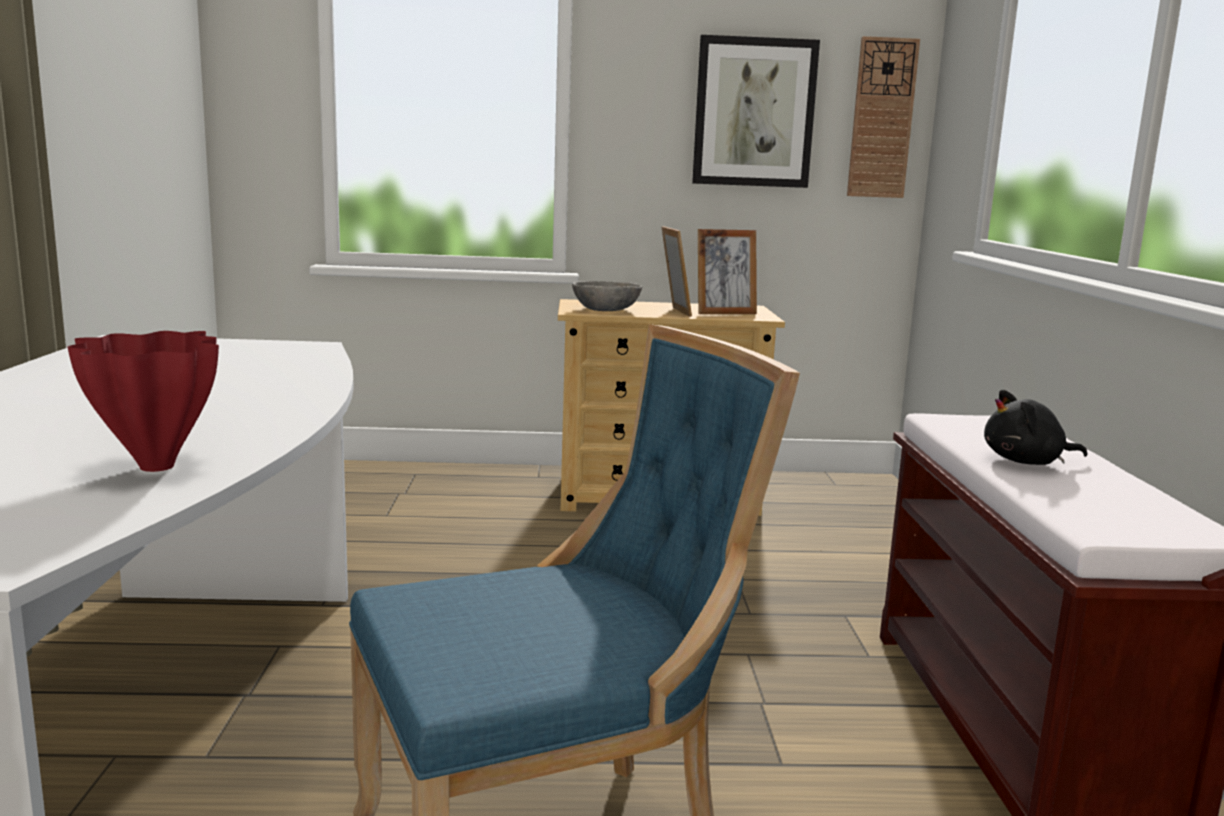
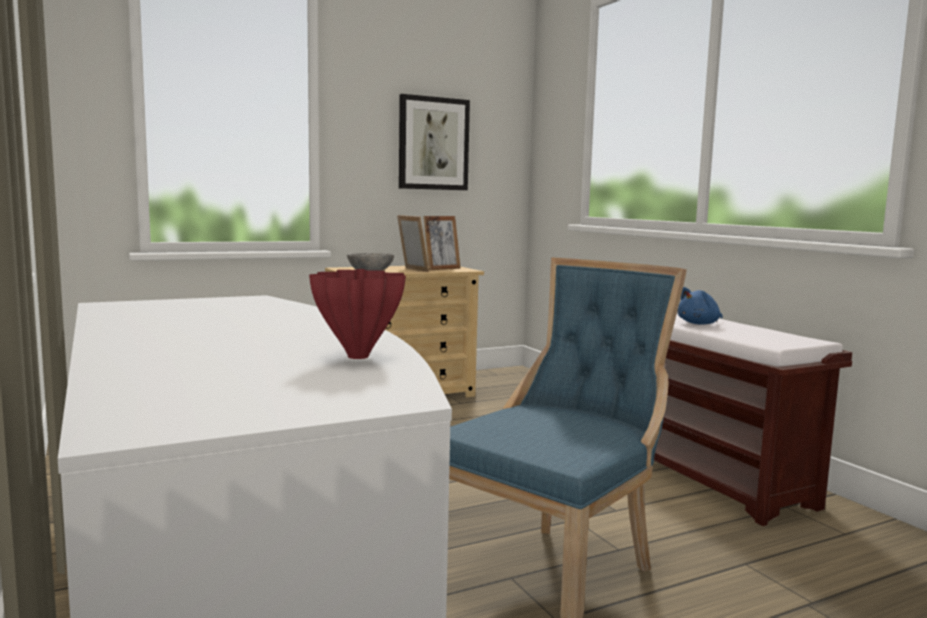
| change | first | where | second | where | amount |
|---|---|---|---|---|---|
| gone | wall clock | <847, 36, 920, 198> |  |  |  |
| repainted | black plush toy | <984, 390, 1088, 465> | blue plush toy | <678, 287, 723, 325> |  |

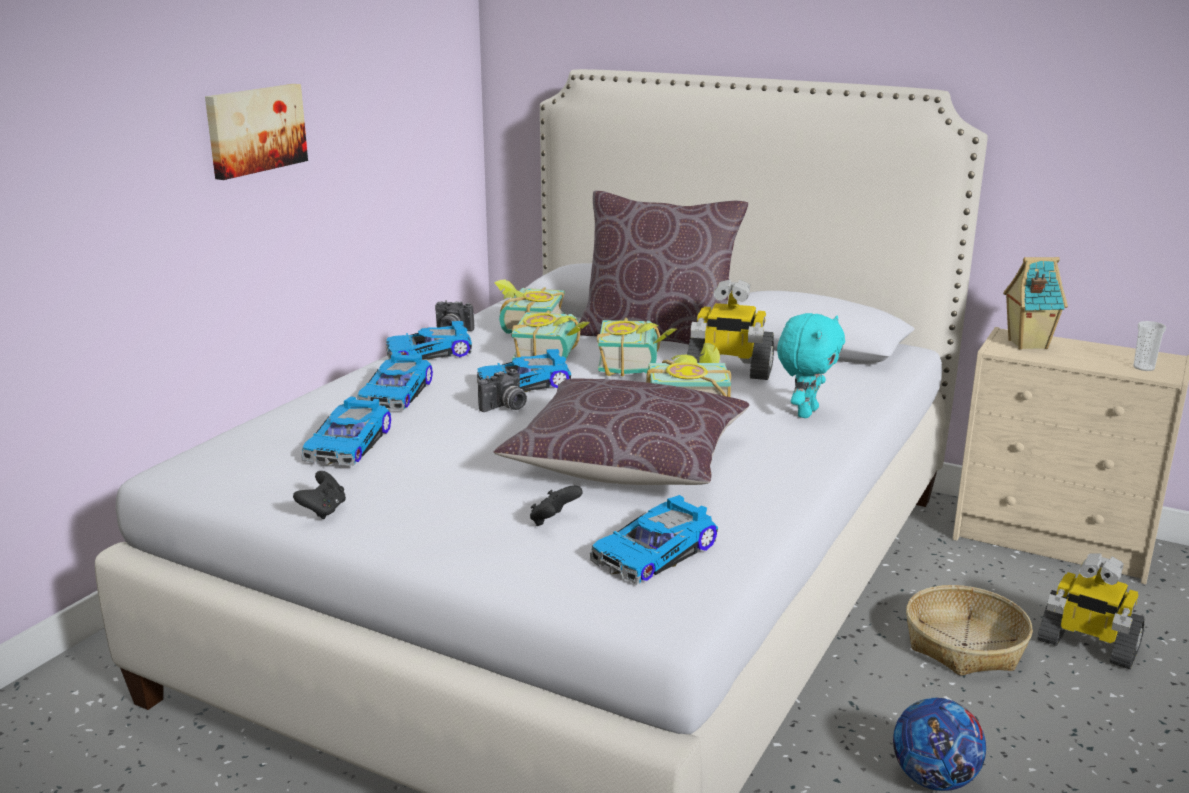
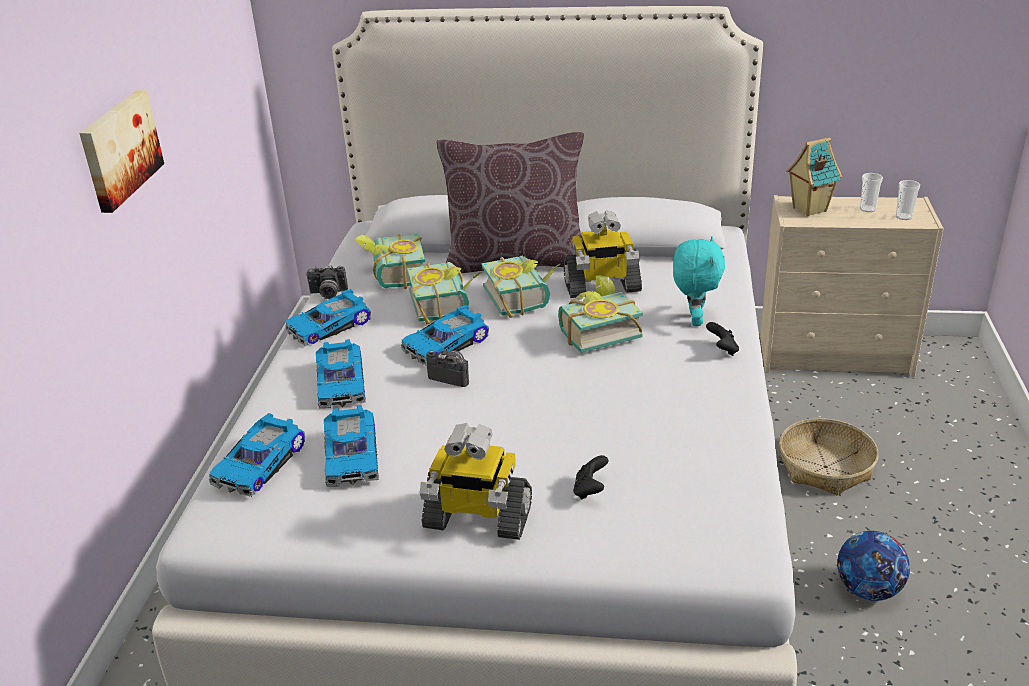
| change | first | where | second | where | amount |
|---|---|---|---|---|---|
| gone | brown pillow | <494, 378, 749, 485> |  |  |  |
| new |  |  | cup | <860, 173, 883, 212> |  |
| shifted | black game controller | <293, 471, 346, 519> |  | <706, 322, 739, 356> |  |
| shifted | toy car | <590, 495, 718, 585> |  | <209, 413, 305, 497> |  |
| shifted | toy robot | <1037, 553, 1145, 669> |  | <420, 423, 532, 540> |  |
| rotated | photo camera | <478, 369, 527, 412> |  | <426, 350, 469, 387> | 90 degrees counterclockwise |

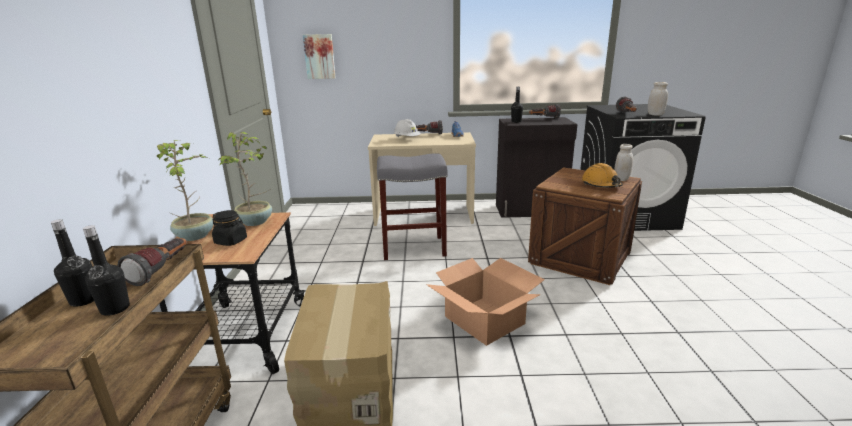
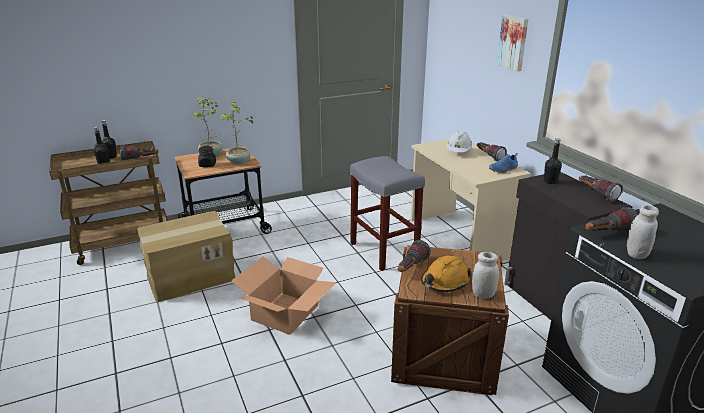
| change | first | where | second | where | amount |
|---|---|---|---|---|---|
| new |  |  | flashlight | <398, 240, 431, 272> |  |
| shifted | picture | <303, 34, 336, 79> |  | <497, 15, 528, 71> |  |

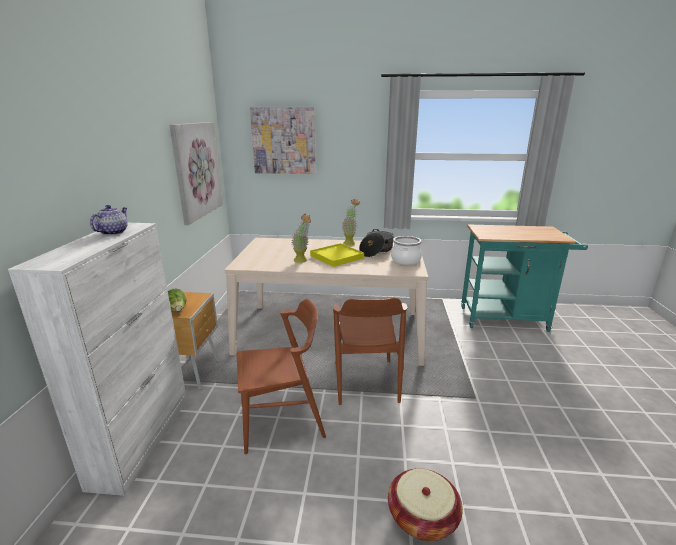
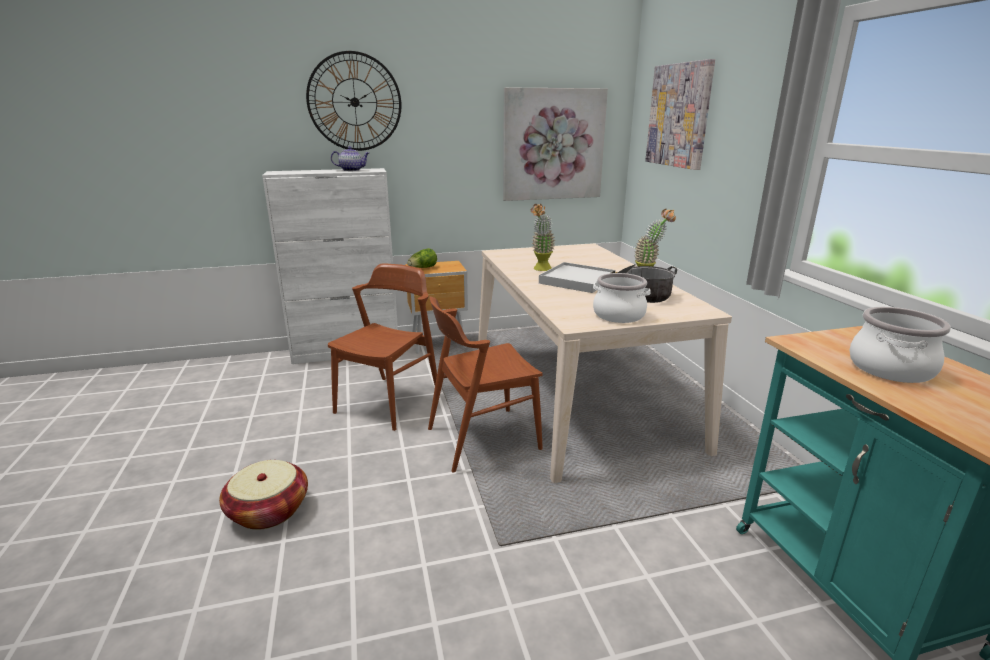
| change | first | where | second | where | amount |
|---|---|---|---|---|---|
| new |  |  | wall clock | <306, 51, 401, 151> |  |
| new |  |  | cooking pot | <850, 307, 951, 383> |  |
| repainted | yellow tray | <310, 243, 364, 267> | white tray | <539, 262, 614, 293> |  |
| rotated | brown chair | <236, 298, 326, 454> |  | <328, 263, 437, 431> | 120 degrees counterclockwise |

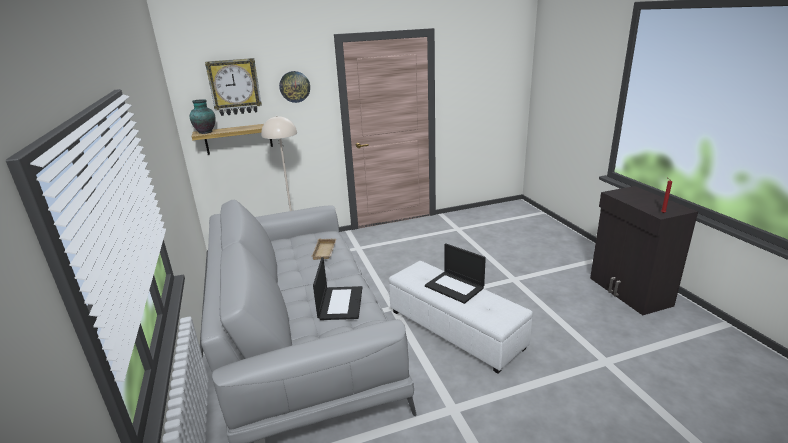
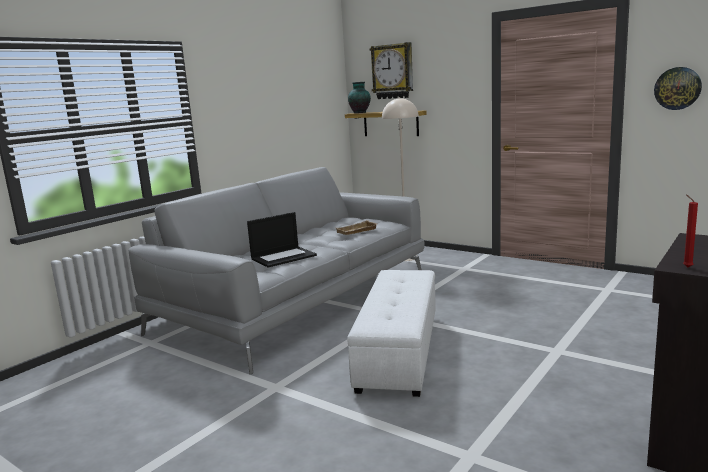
| change | first | where | second | where | amount |
|---|---|---|---|---|---|
| gone | laptop | <425, 243, 486, 304> |  |  |  |
| shifted | wall clock | <279, 71, 310, 103> |  | <654, 67, 702, 110> |  |

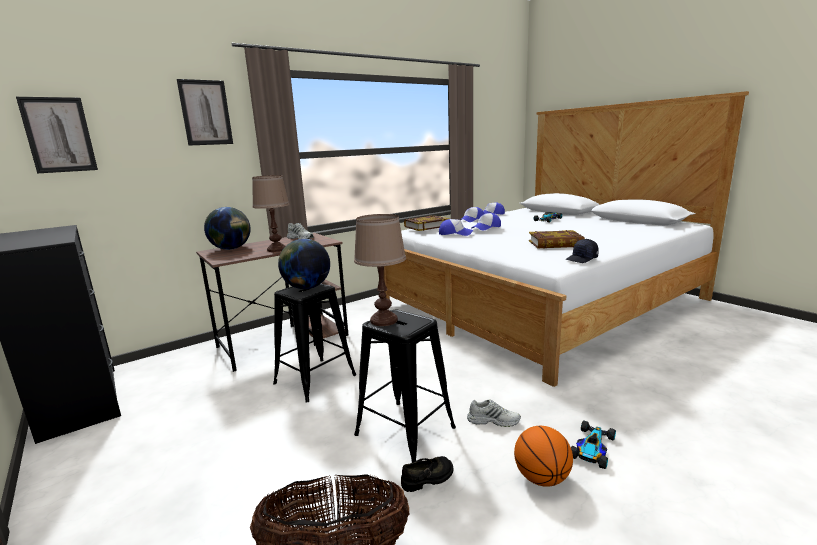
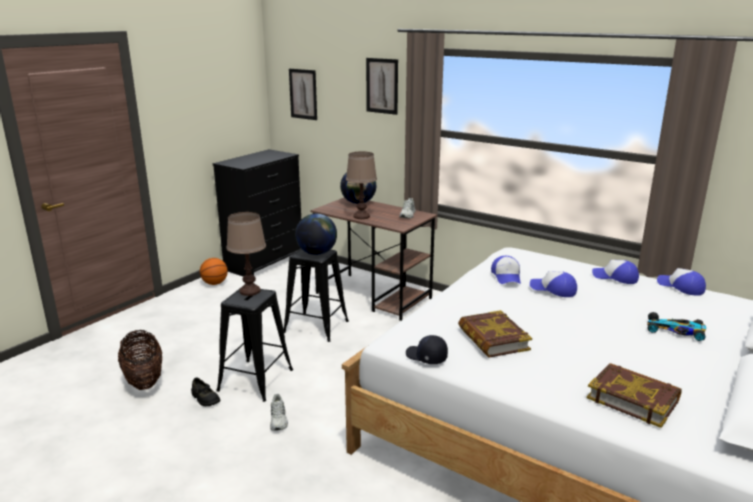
| change | first | where | second | where | amount |
|---|---|---|---|---|---|
| gone | toy car | <571, 420, 616, 469> |  |  |  |
| shifted | book | <404, 215, 449, 231> |  | <587, 363, 681, 428> |  |
| shifted | basketball | <514, 426, 573, 487> |  | <200, 258, 228, 285> |  |

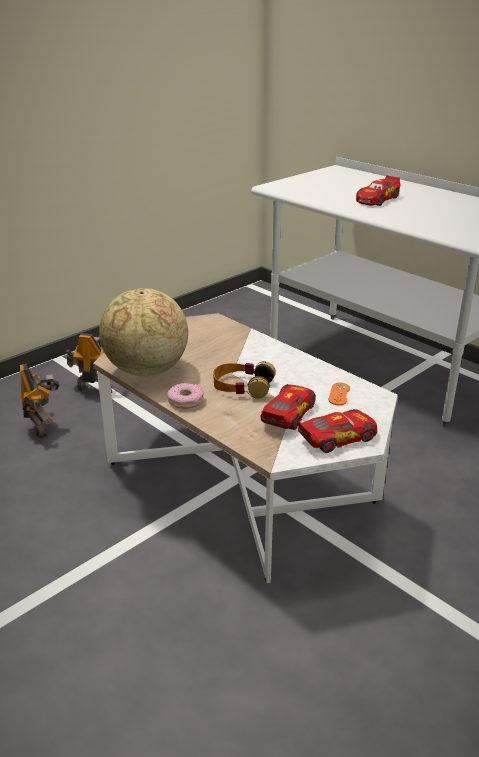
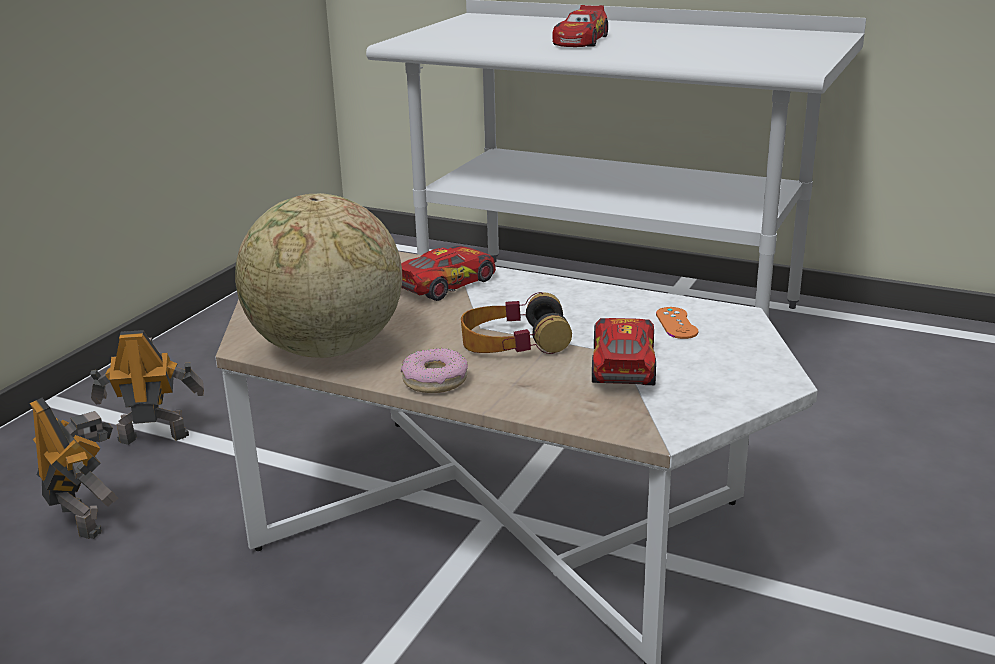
| change | first | where | second | where | amount |
|---|---|---|---|---|---|
| shifted | toy car | <298, 409, 377, 453> |  | <401, 246, 496, 301> |  |

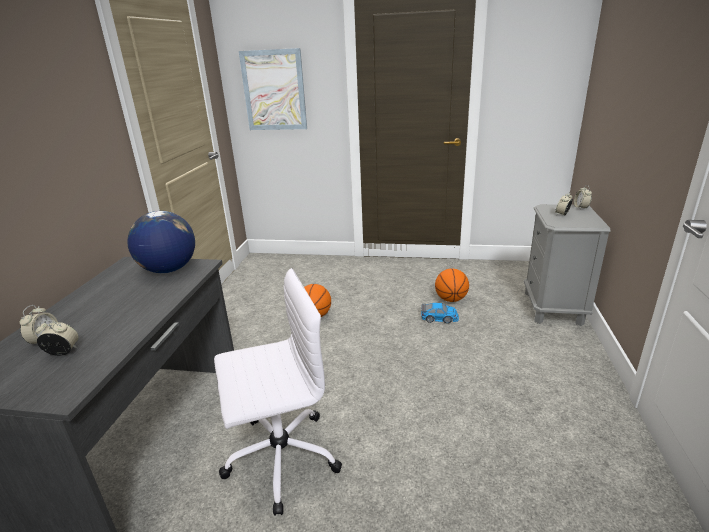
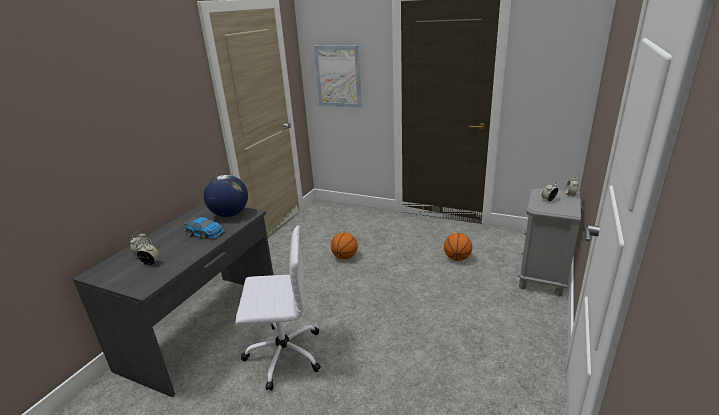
| change | first | where | second | where | amount |
|---|---|---|---|---|---|
| shifted | toy car | <421, 303, 459, 323> |  | <184, 217, 224, 239> |  |

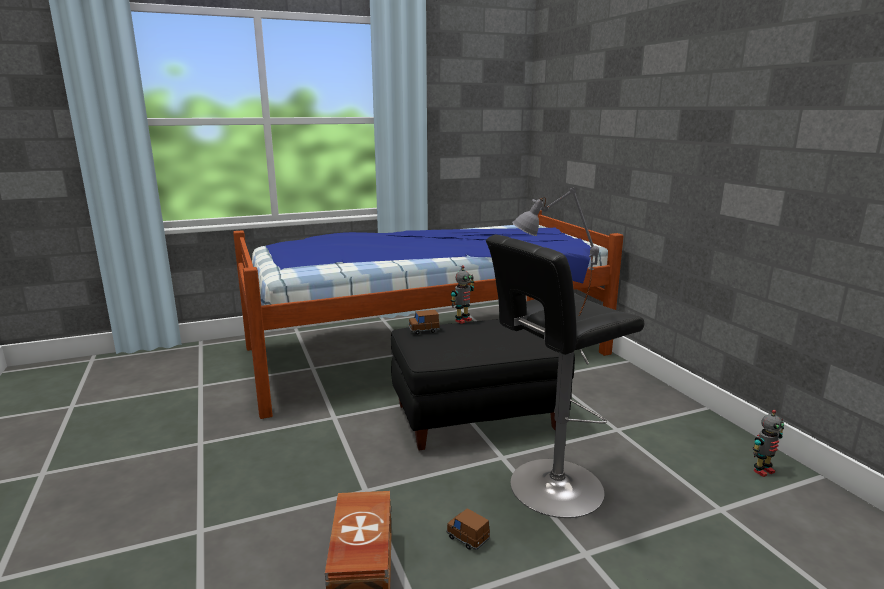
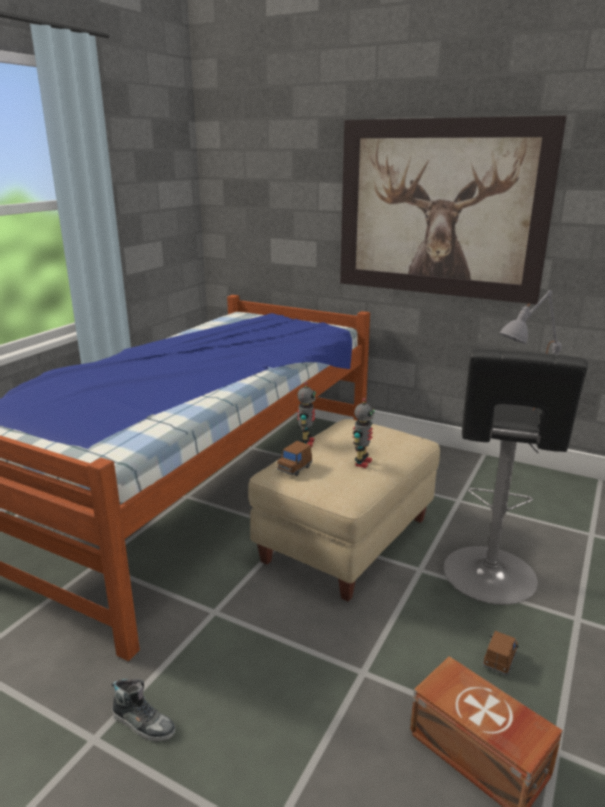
| change | first | where | second | where | amount |
|---|---|---|---|---|---|
| new |  |  | shoe | <112, 679, 175, 742> |  |
| new |  |  | picture | <340, 115, 567, 304> |  |
| shifted | toy robot | <753, 410, 784, 477> |  | <353, 398, 375, 468> |  |
| repainted | black ottoman | <391, 319, 575, 450> | beige ottoman | <248, 419, 440, 602> |  |
| rotated | brown toy car | <446, 508, 490, 550> |  | <483, 631, 519, 675> | 120 degrees clockwise |

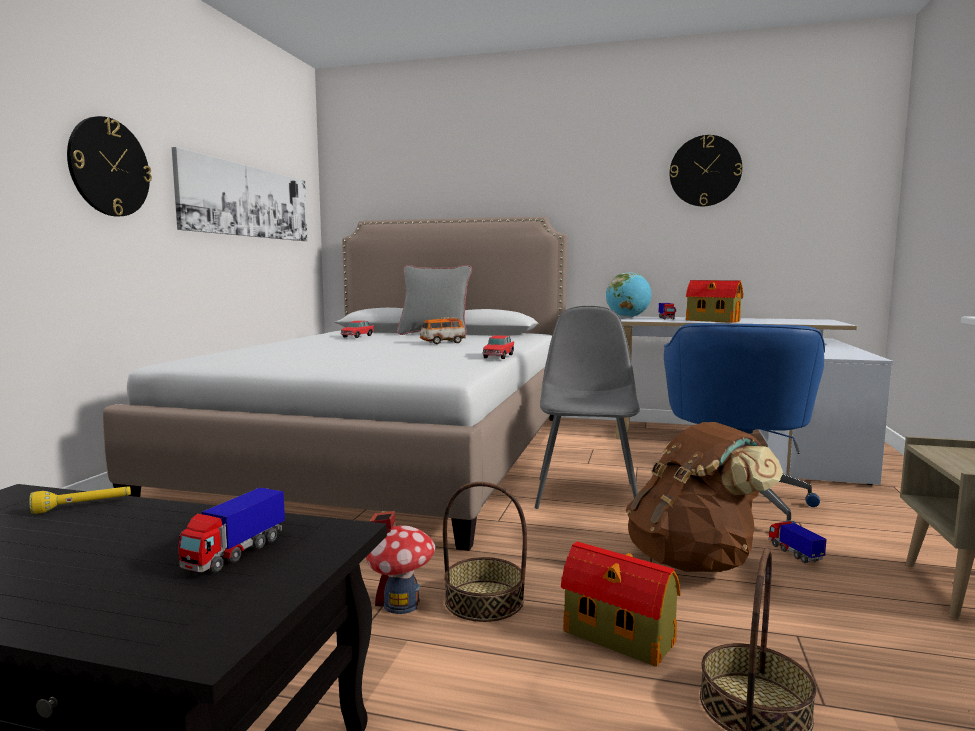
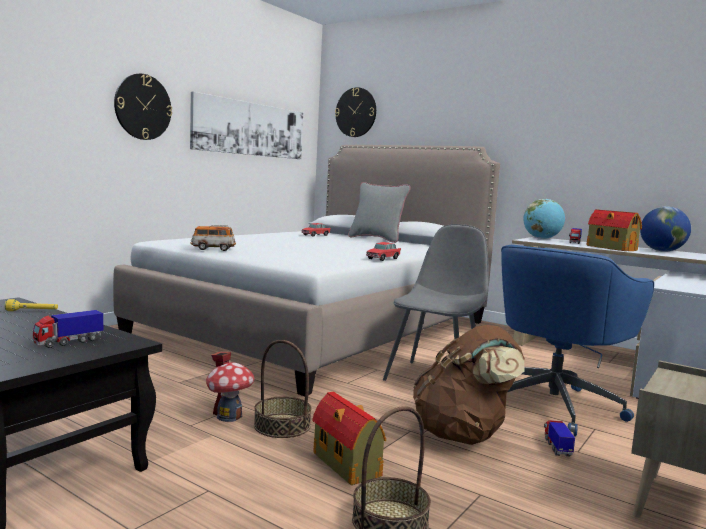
| change | first | where | second | where | amount |
|---|---|---|---|---|---|
| new |  |  | globe | <640, 206, 691, 252> |  |
| shifted | toy car | <419, 317, 466, 344> |  | <191, 225, 236, 251> |  |
| shifted | wall clock | <670, 135, 742, 206> |  | <335, 87, 376, 137> |  |

